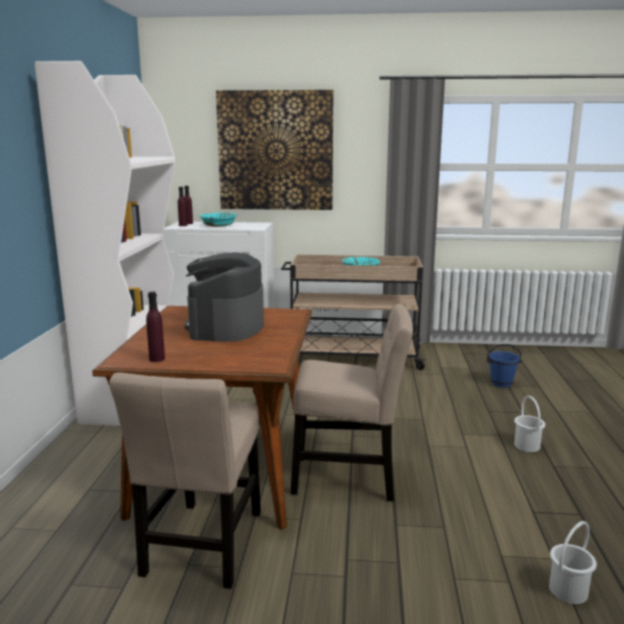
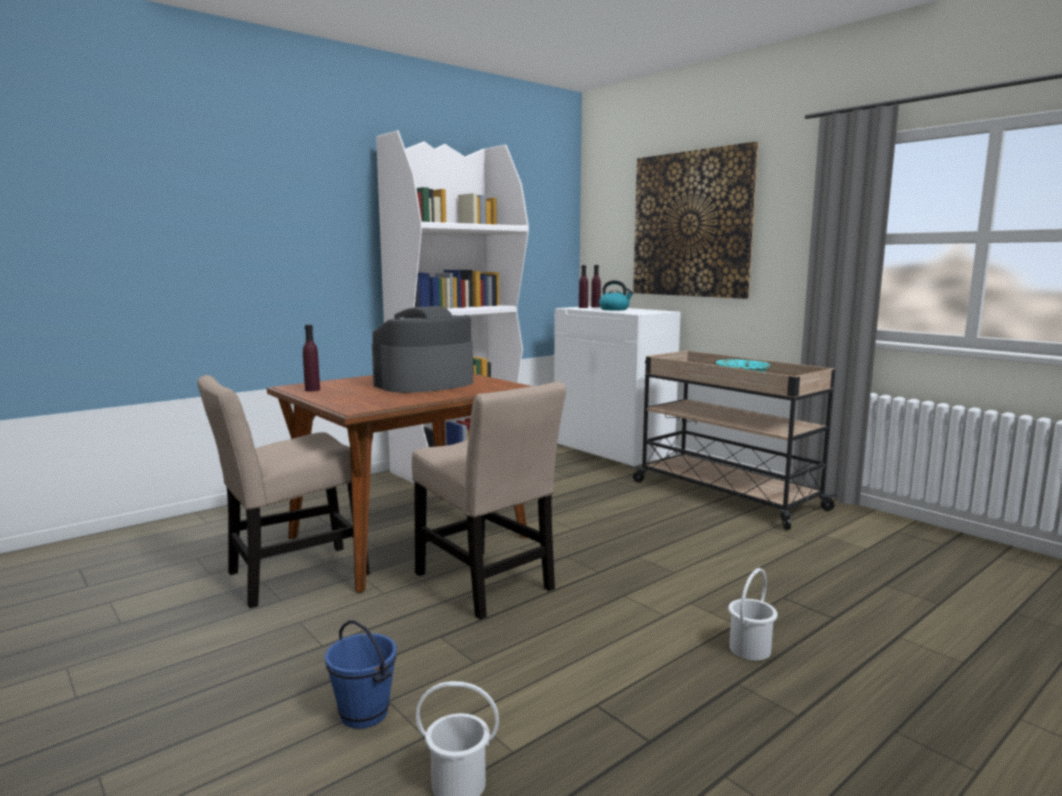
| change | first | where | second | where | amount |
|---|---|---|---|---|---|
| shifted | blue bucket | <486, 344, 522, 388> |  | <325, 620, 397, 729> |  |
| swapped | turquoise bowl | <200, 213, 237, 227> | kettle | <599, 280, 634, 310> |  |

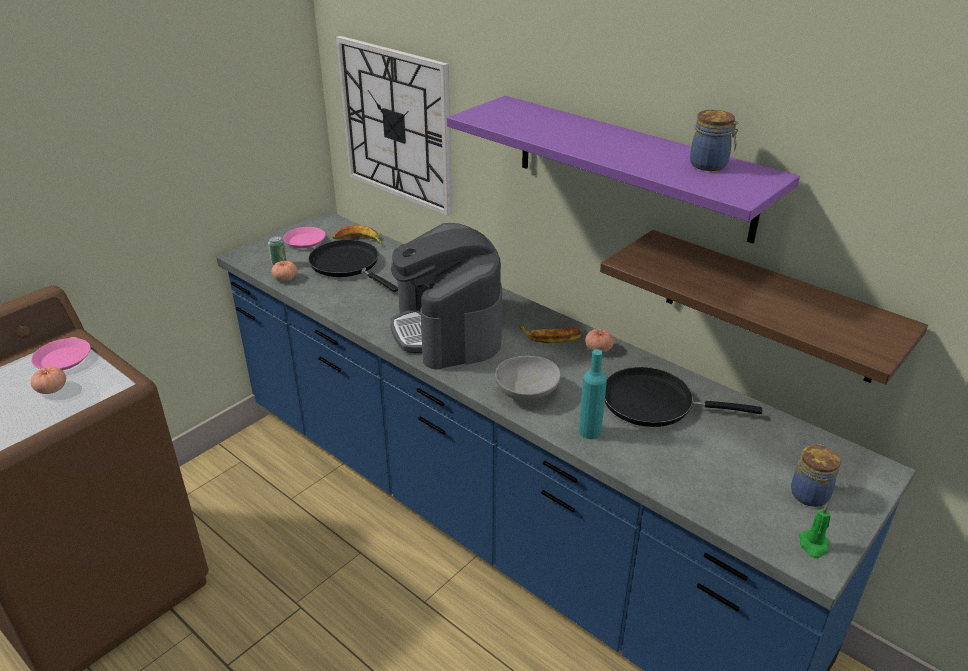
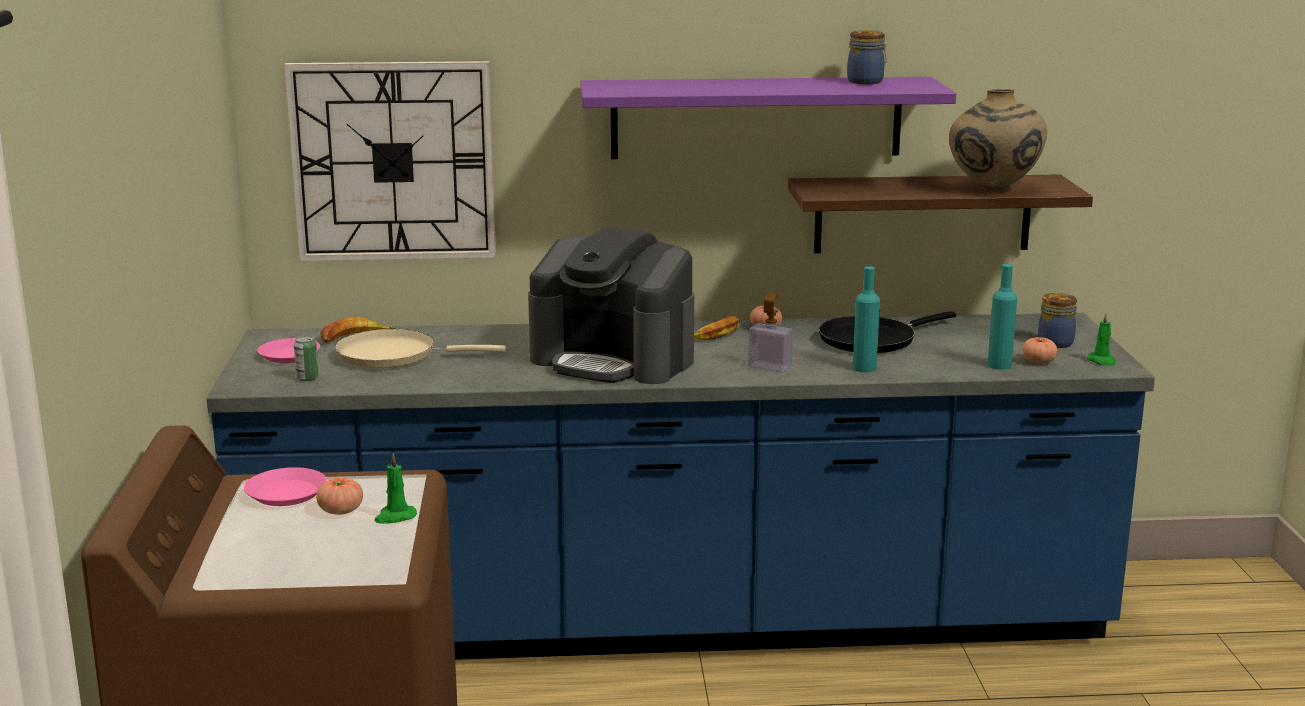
| change | first | where | second | where | amount |
|---|---|---|---|---|---|
| new |  |  | green candle | <375, 453, 417, 524> |  |
| new |  |  | beige vase | <949, 89, 1047, 191> |  |
| new |  |  | turquoise bottle | <988, 264, 1017, 370> |  |
| shifted | tomato | <272, 261, 297, 281> |  | <1022, 337, 1057, 364> |  |
| swapped | grey bowl | <495, 356, 560, 401> | soap dispenser | <748, 293, 793, 373> |  |
| repainted | black frying pan | <308, 240, 398, 292> | beige frying pan | <335, 329, 506, 368> |  |

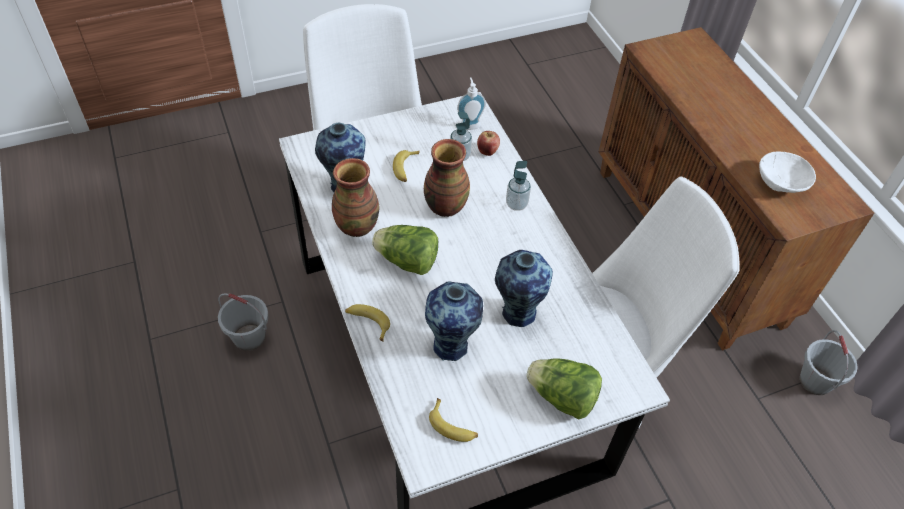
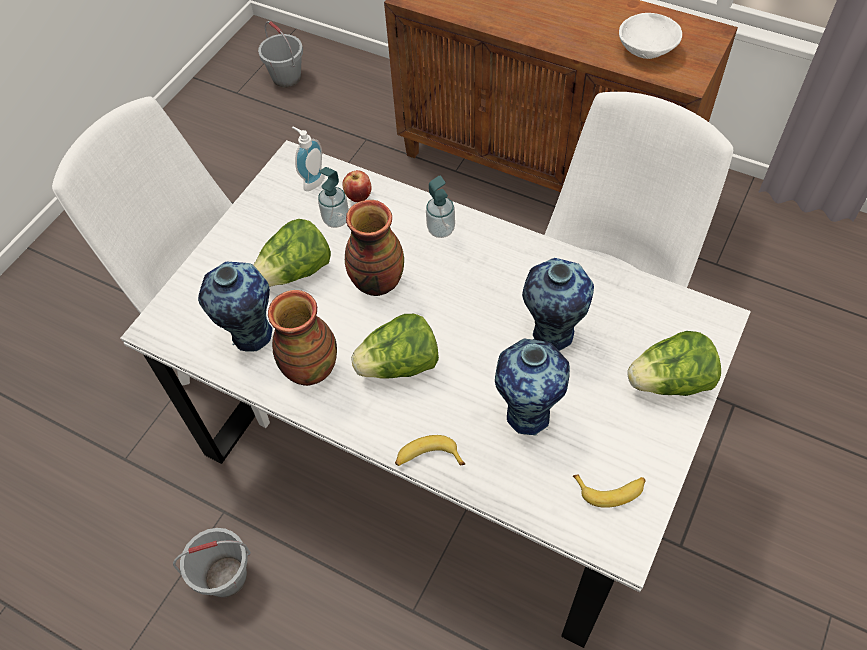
| change | first | where | second | where | amount |
|---|---|---|---|---|---|
| shifted | grey bucket | <800, 330, 858, 395> |  | <258, 21, 303, 88> |  |
| swapped | banana | <393, 150, 419, 182> | lettuce | <253, 219, 331, 287> |  |

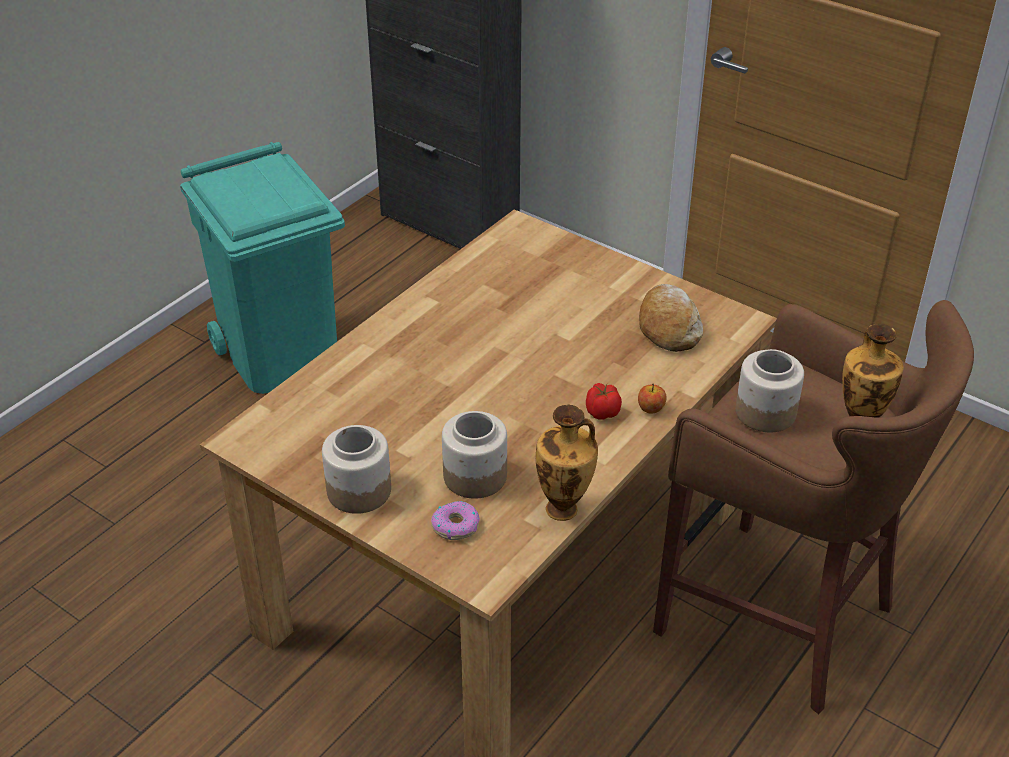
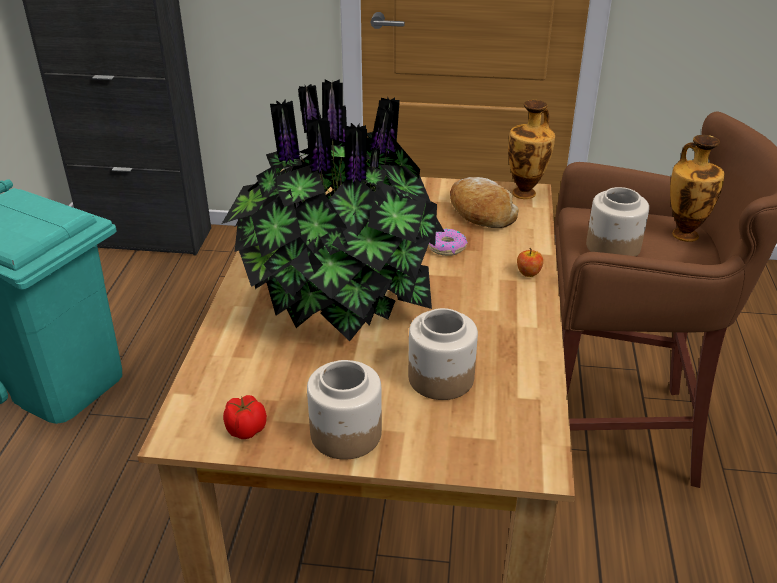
| change | first | where | second | where | amount |
|---|---|---|---|---|---|
| new |  |  | potted plant | <222, 79, 445, 341> |  |
| shifted | donut | <431, 501, 480, 540> |  | <429, 229, 468, 256> |  |
| shifted | vase | <536, 405, 598, 521> |  | <508, 100, 555, 199> |  |
| shifted | tomato | <586, 383, 622, 420> |  | <223, 395, 267, 439> |  |

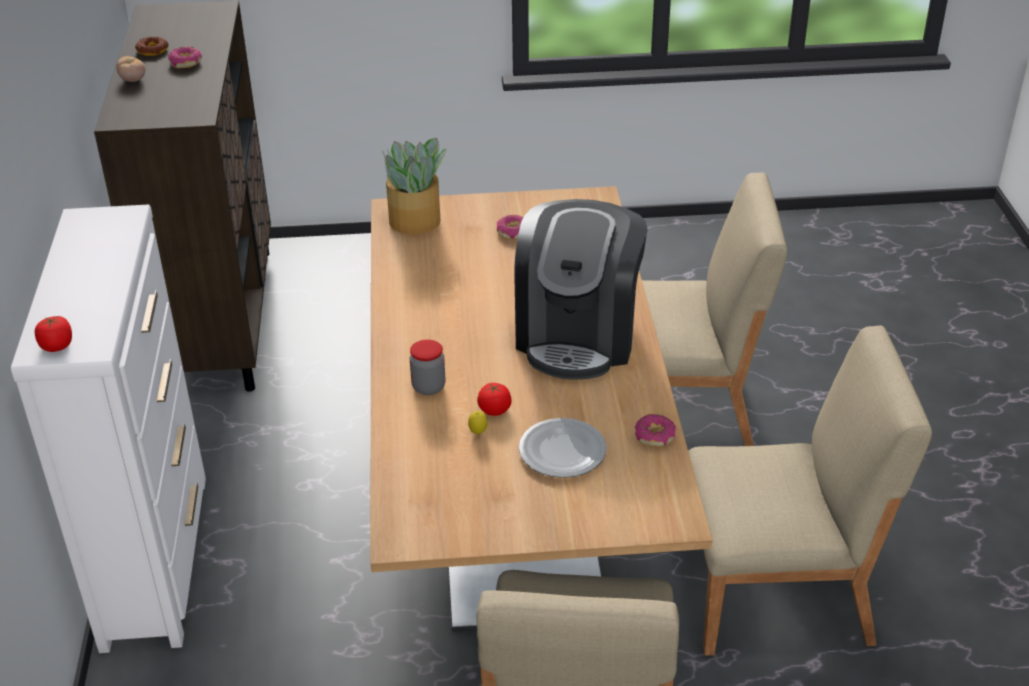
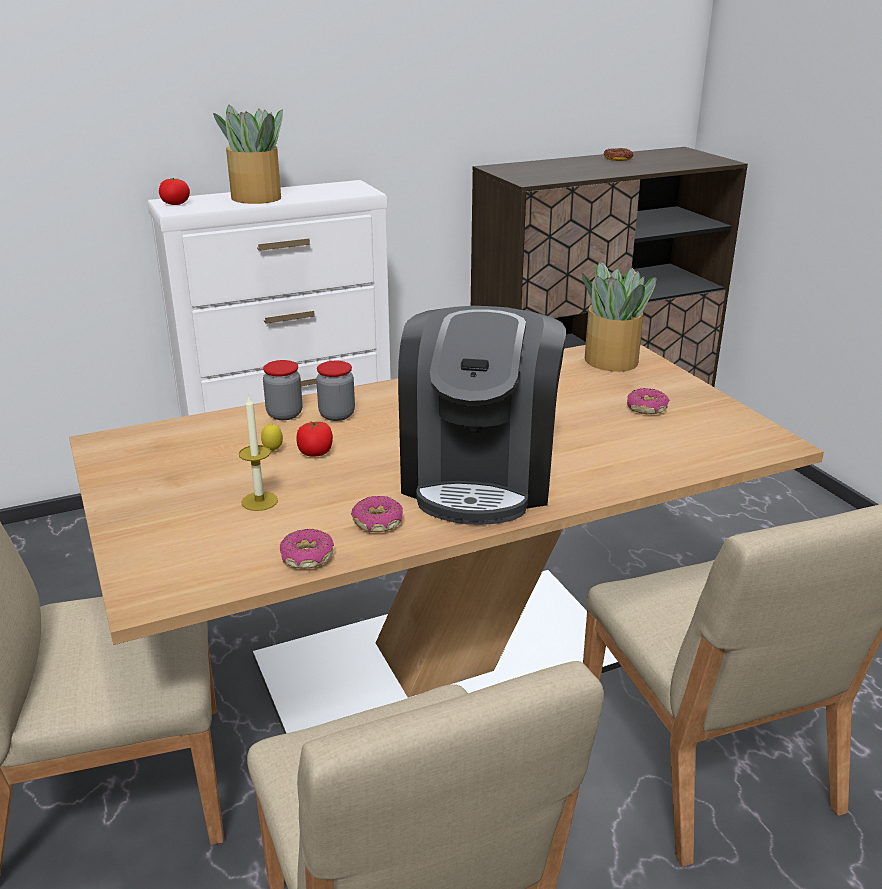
| change | first | where | second | where | amount |
|---|---|---|---|---|---|
| gone | tomato | <116, 56, 145, 82> |  |  |  |
| new |  |  | potted plant | <213, 104, 283, 204> |  |
| new |  |  | jar | <263, 360, 302, 420> |  |
| shifted | donut | <168, 47, 202, 69> |  | <351, 496, 403, 532> |  |
| swapped | plate | <519, 418, 607, 478> | candle | <239, 394, 278, 511> |  |
| rotated | coffee machine | <514, 199, 647, 380> |  | <398, 306, 566, 525> | 75 degrees counterclockwise |

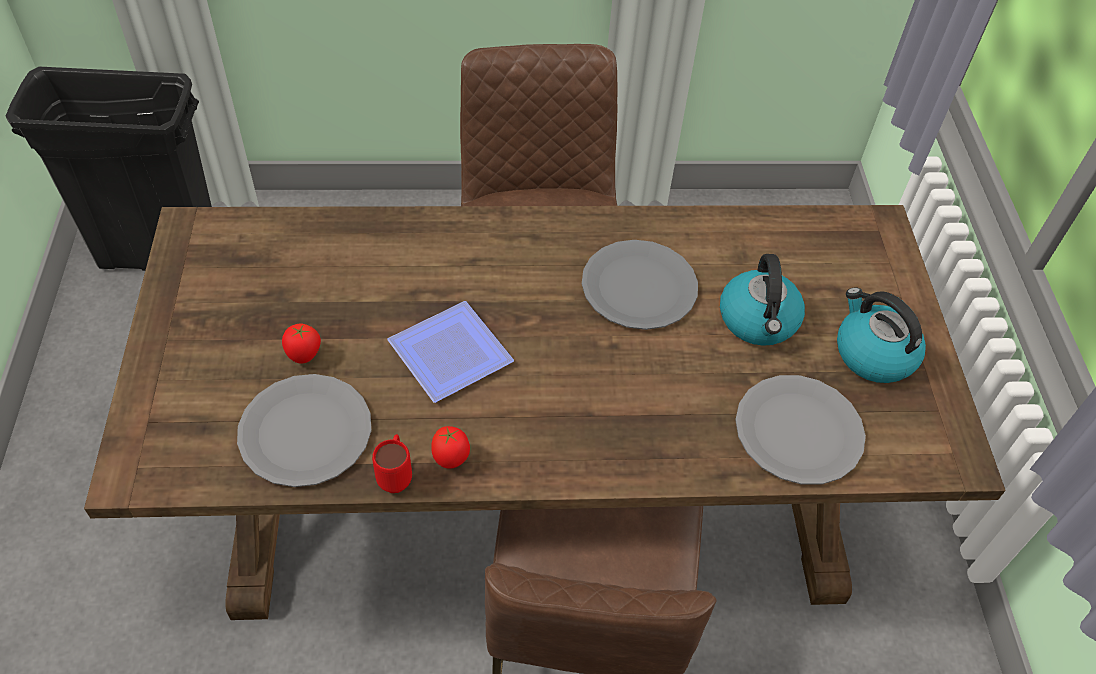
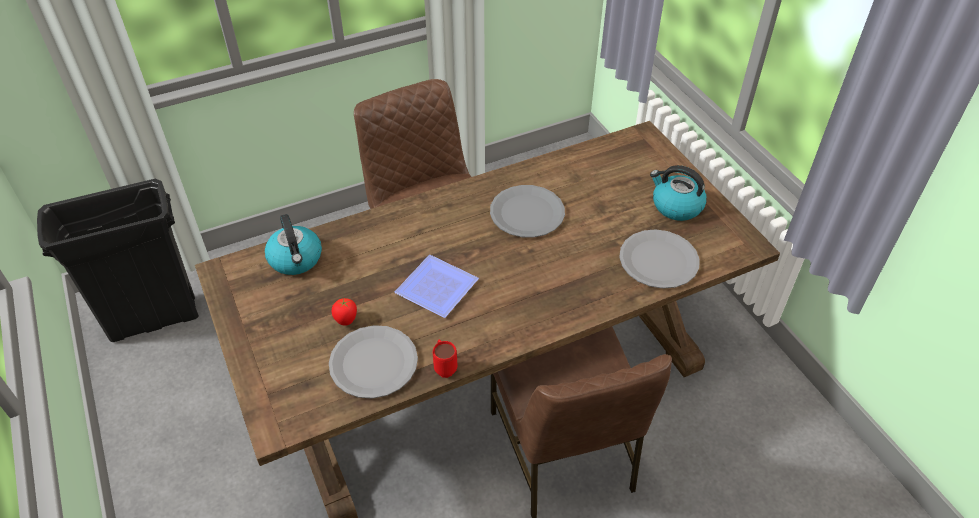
| change | first | where | second | where | amount |
|---|---|---|---|---|---|
| gone | tomato | <431, 426, 470, 469> |  |  |  |
| shifted | kettle | <720, 254, 805, 346> |  | <265, 214, 322, 275> |  |

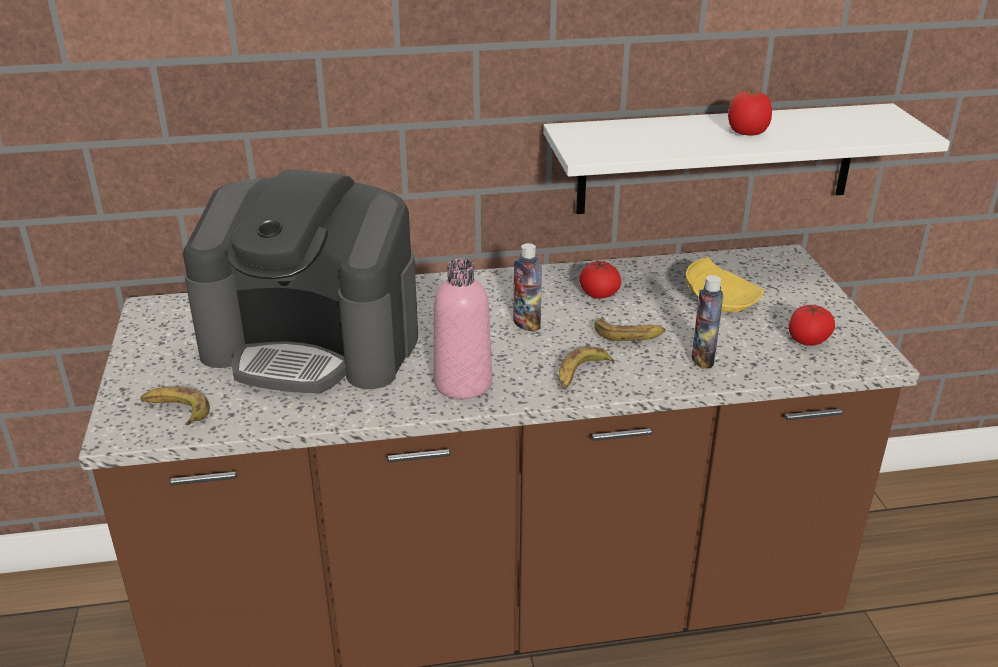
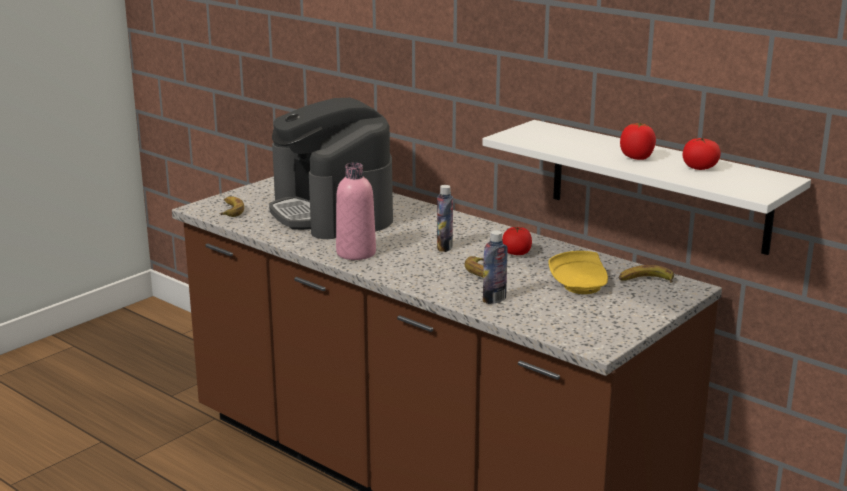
| change | first | where | second | where | amount |
|---|---|---|---|---|---|
| shifted | banana | <559, 347, 615, 390> |  | <619, 265, 674, 283> |  |
| shifted | tomato | <789, 305, 835, 346> |  | <682, 138, 721, 170> |  |

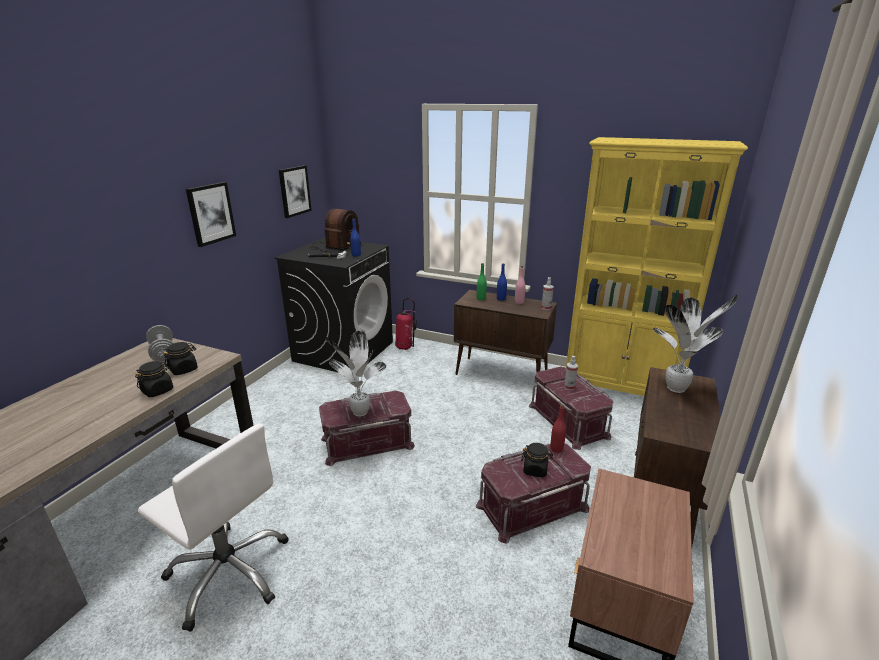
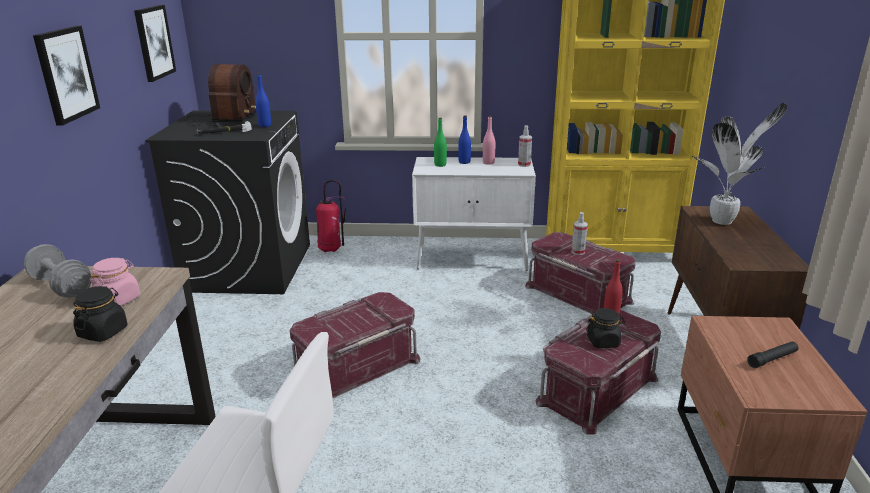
| change | first | where | second | where | amount |
|---|---|---|---|---|---|
| gone | potted plant | <325, 331, 386, 417> |  |  |  |
| new |  |  | black flashlight | <747, 341, 799, 368> |  |
| repainted | black jar | <164, 342, 198, 375> | pink jar | <90, 258, 140, 306> |  |
| repainted | brown cabinet | <454, 290, 557, 375> | white cabinet | <412, 157, 536, 271> |  |

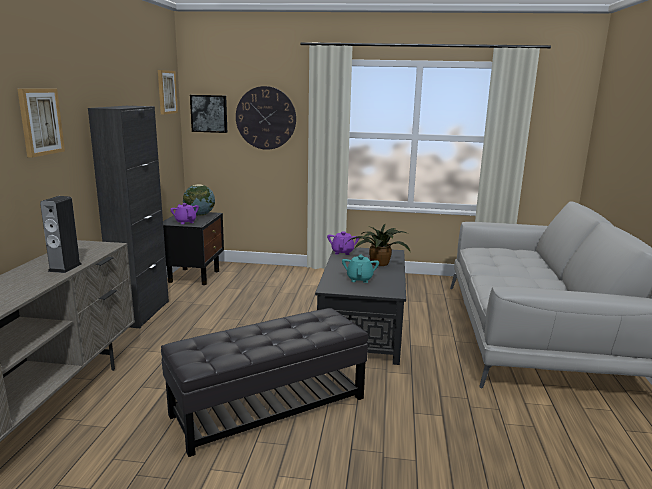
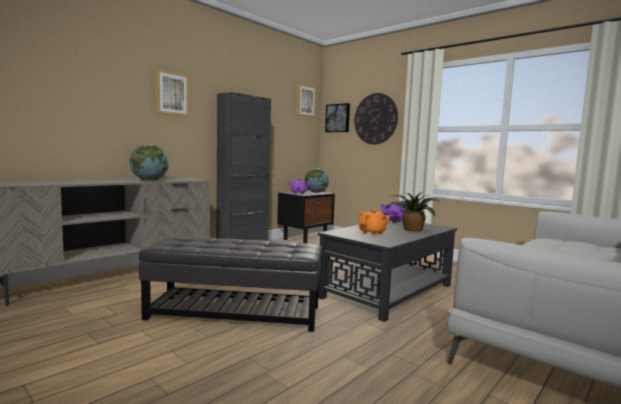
| change | first | where | second | where | amount |
|---|---|---|---|---|---|
| swapped | speaker | <40, 196, 82, 273> | globe | <129, 144, 168, 181> |  |
| repainted | turquoise teapot | <342, 254, 379, 283> | orange teapot | <358, 209, 390, 236> |  |

